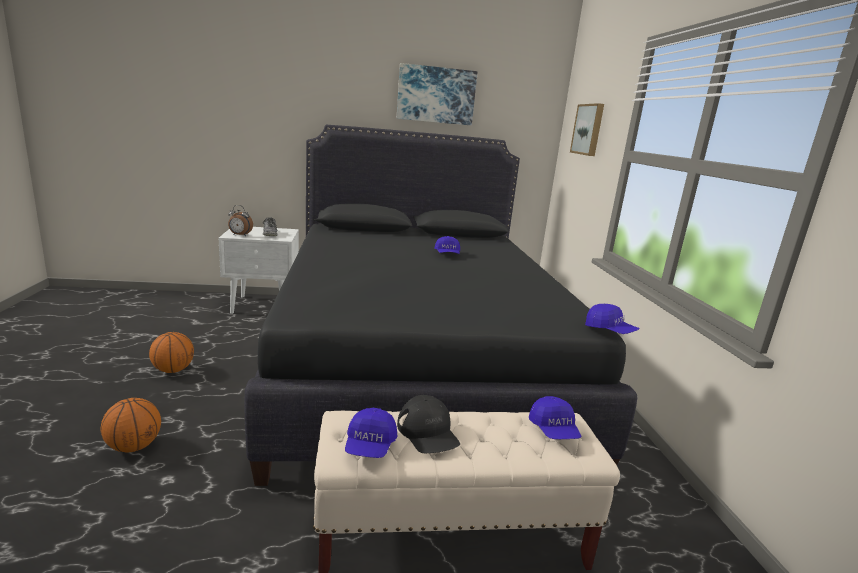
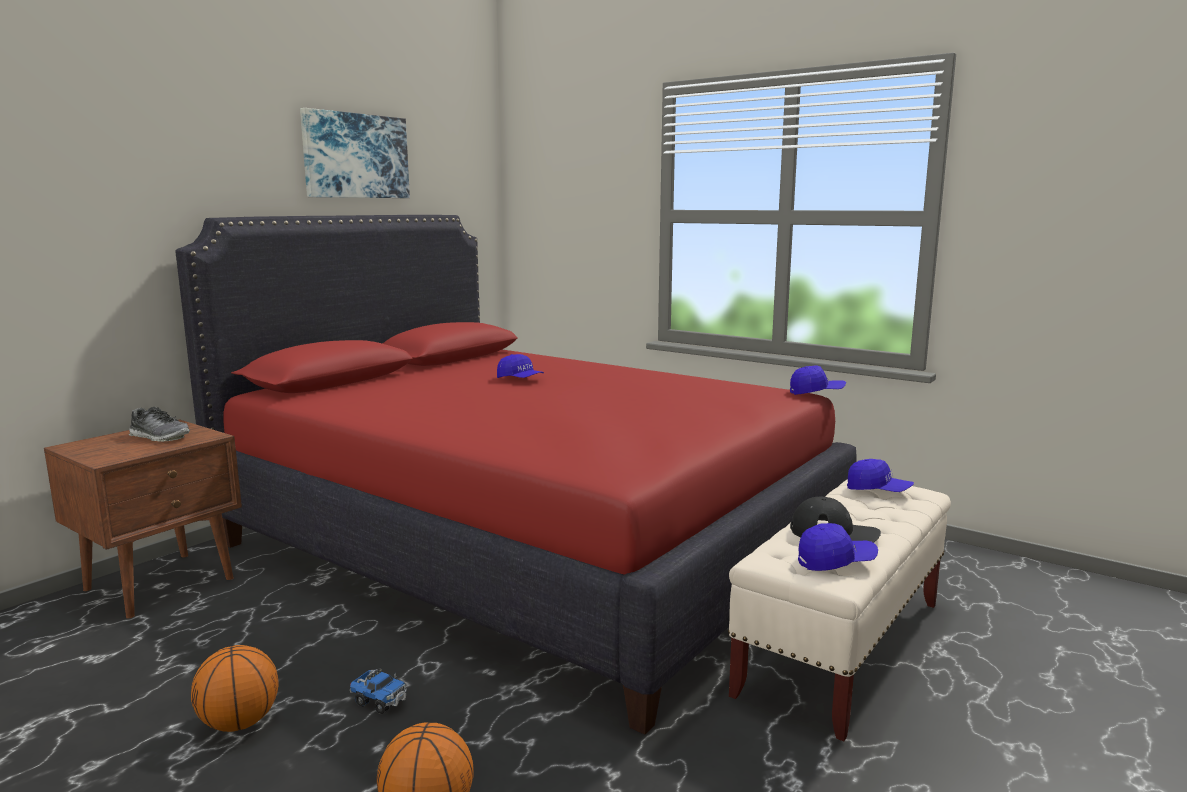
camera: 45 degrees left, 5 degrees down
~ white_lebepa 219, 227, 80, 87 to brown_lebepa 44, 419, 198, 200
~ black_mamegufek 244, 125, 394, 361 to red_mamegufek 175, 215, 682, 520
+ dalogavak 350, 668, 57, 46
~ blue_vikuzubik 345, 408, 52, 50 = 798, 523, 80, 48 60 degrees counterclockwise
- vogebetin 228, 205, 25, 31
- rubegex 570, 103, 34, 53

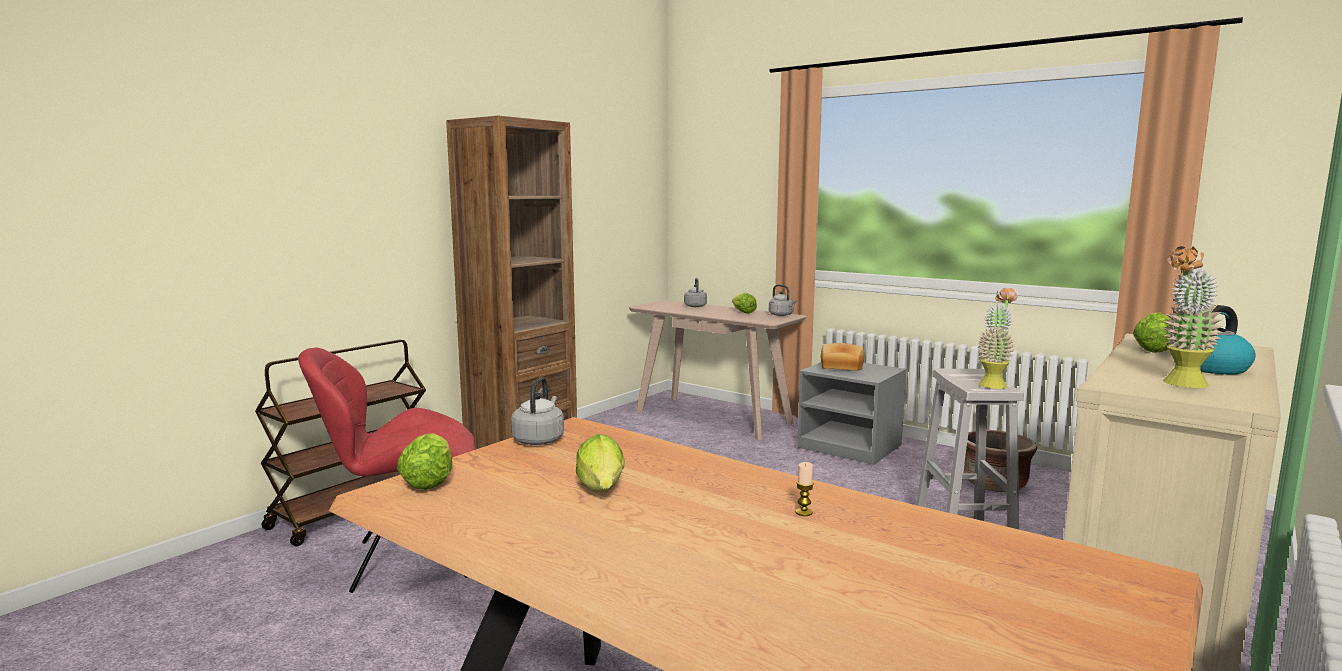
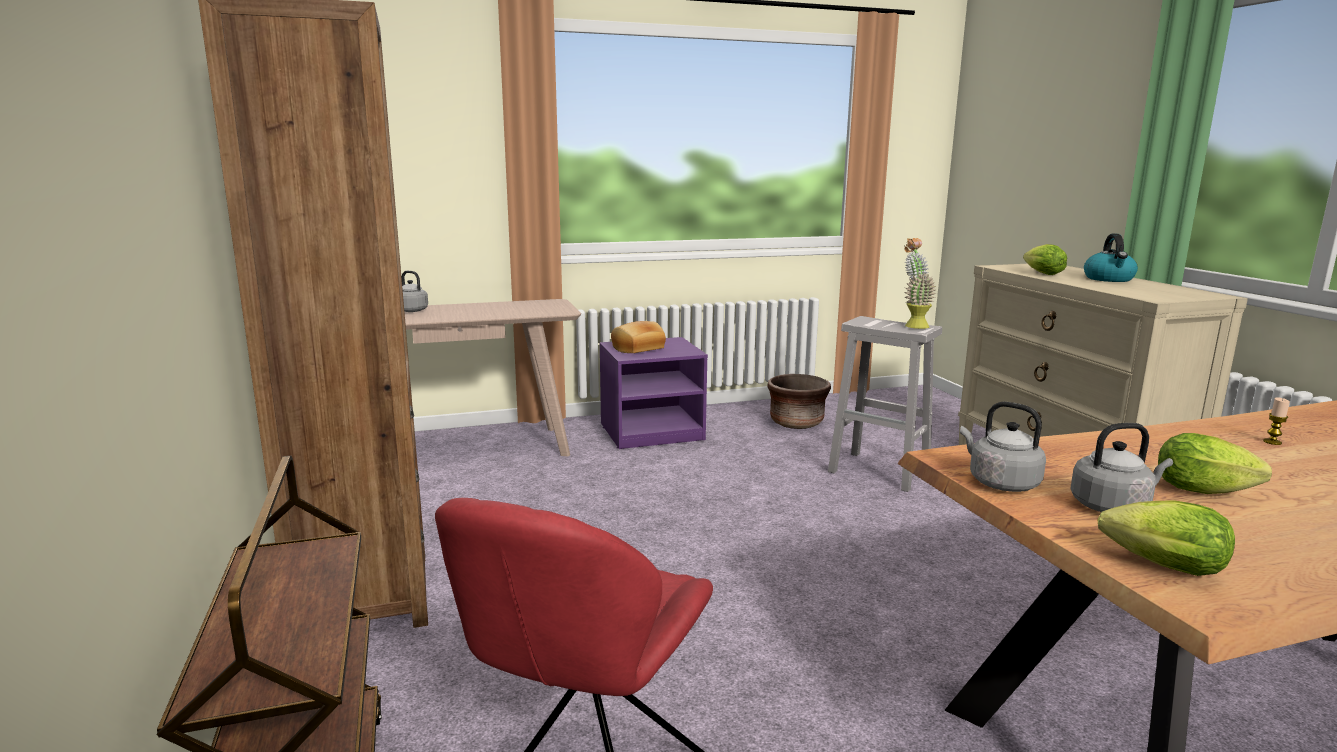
camera: 55 degrees left, 5 degrees up
~ grey_lebepa 797, 362, 109, 103 to purple_lebepa 599, 337, 109, 112
~ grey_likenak 769, 284, 28, 32 to 1070, 423, 103, 89
- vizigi 732, 292, 25, 22
- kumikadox 1162, 246, 61, 142

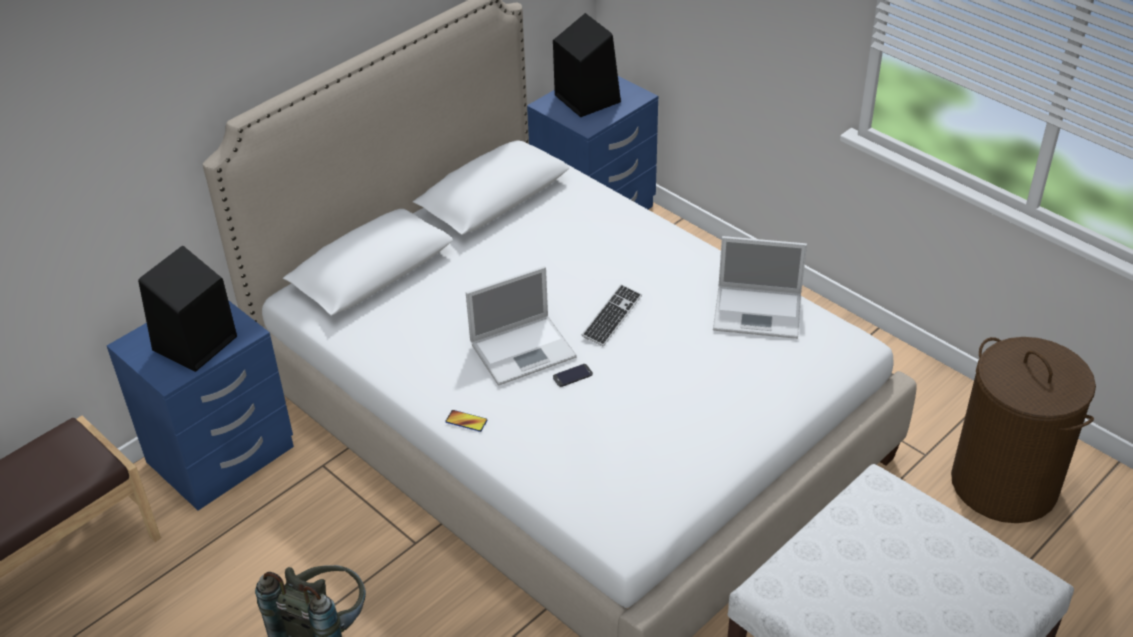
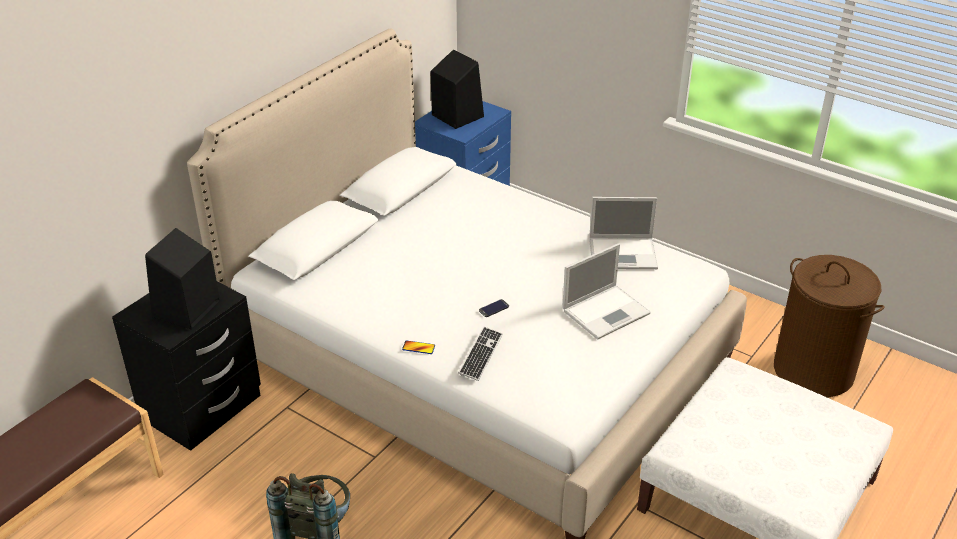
camera: 10 degrees left, 5 degrees down
~ blue_lebepa 107, 300, 187, 211 to black_lebepa 112, 282, 149, 169
~ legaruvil 581, 284, 61, 63 to 458, 326, 45, 55
~ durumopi 466, 266, 111, 120 to 562, 243, 89, 97

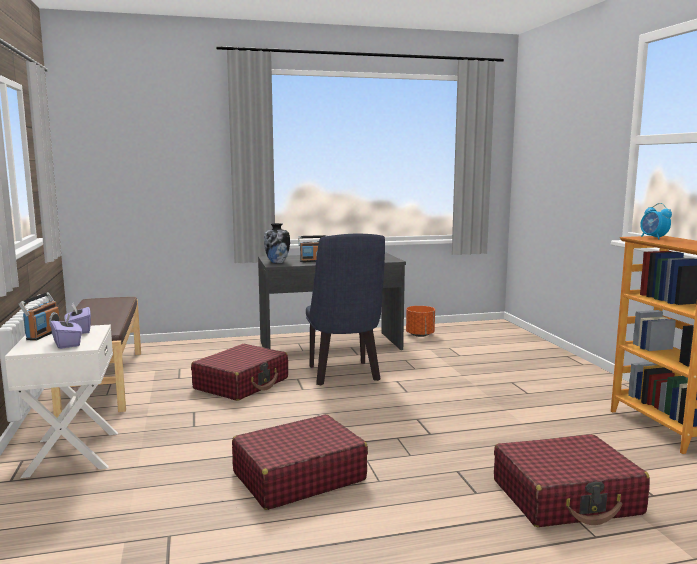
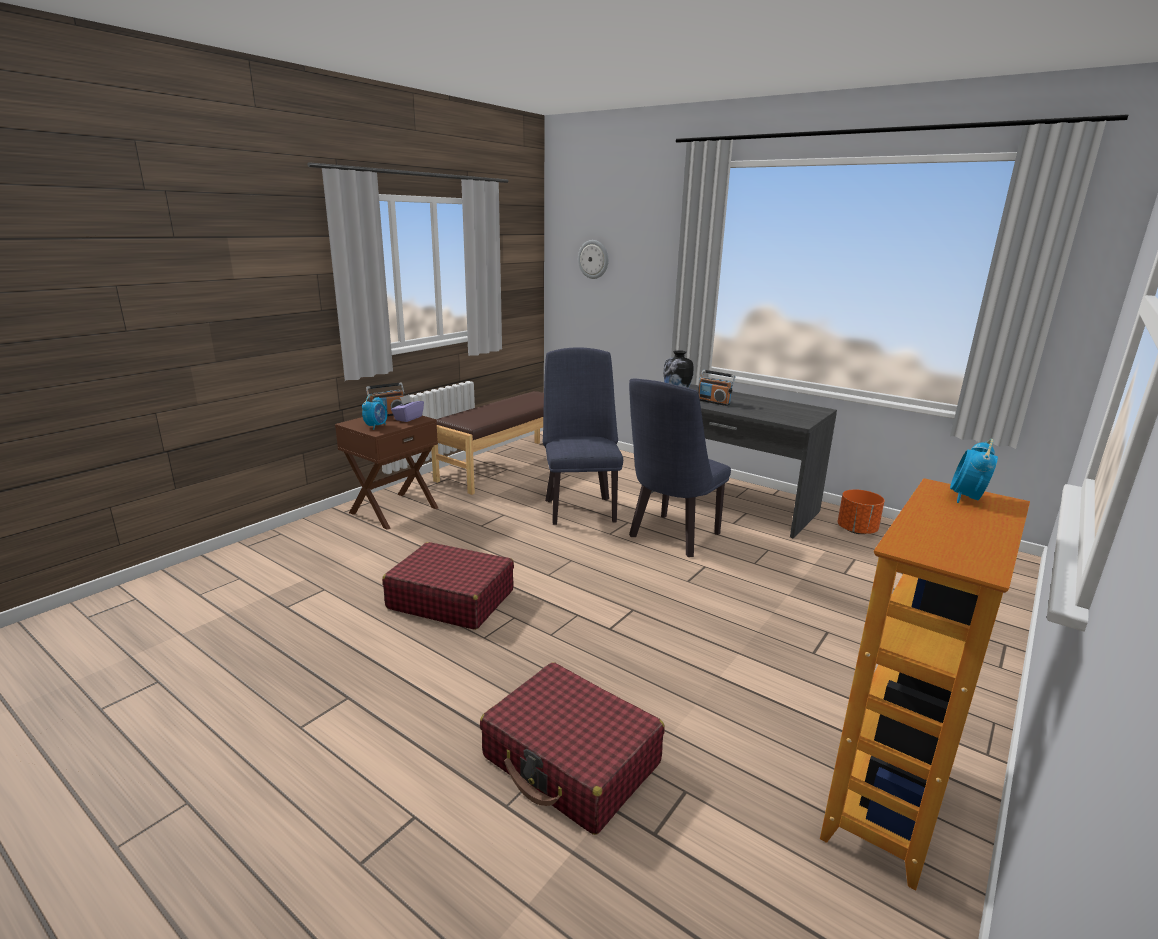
camera: 50 degrees right, 10 degrees up
~ white_lebepa 5, 325, 113, 153 to brown_lebepa 335, 415, 103, 115
~ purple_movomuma 50, 313, 32, 36 to vogebetin 362, 395, 25, 35
~ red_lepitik 191, 344, 97, 57 to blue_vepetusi 543, 347, 80, 178
+ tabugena 578, 240, 30, 39

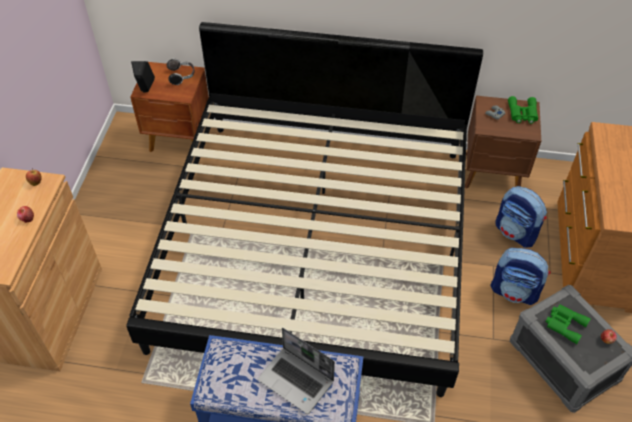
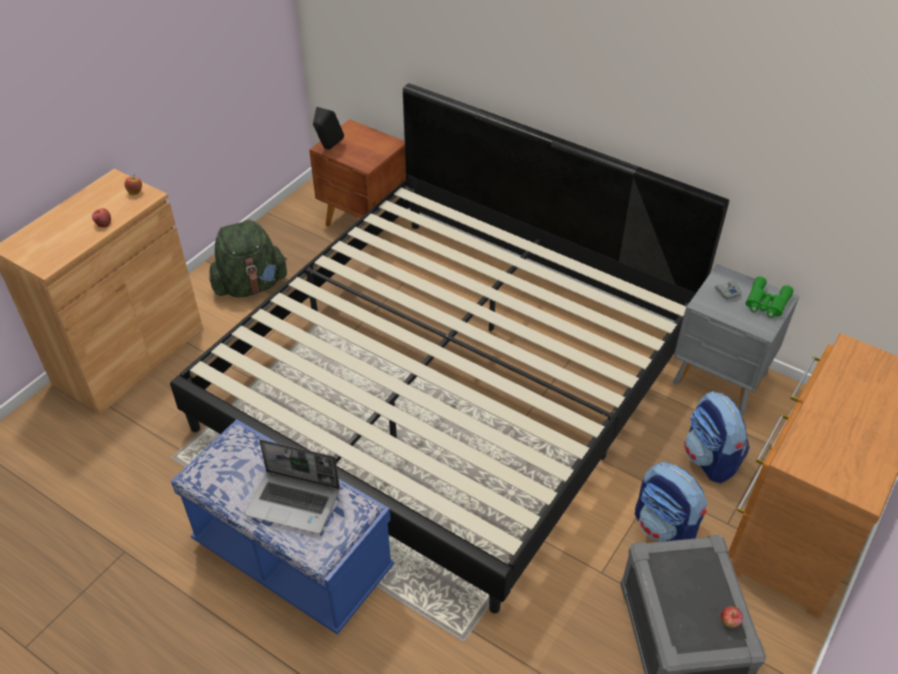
camera: 25 degrees right, 5 degrees down
+ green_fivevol 209, 219, 78, 79
~ durumopi 258, 328, 77, 86 = 245, 439, 95, 95 45 degrees counterclockwise
~ brown_lebepa 465, 96, 76, 93 to grey_lebepa 673, 264, 126, 151
- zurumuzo 167, 58, 28, 27
- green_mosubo 545, 304, 45, 40

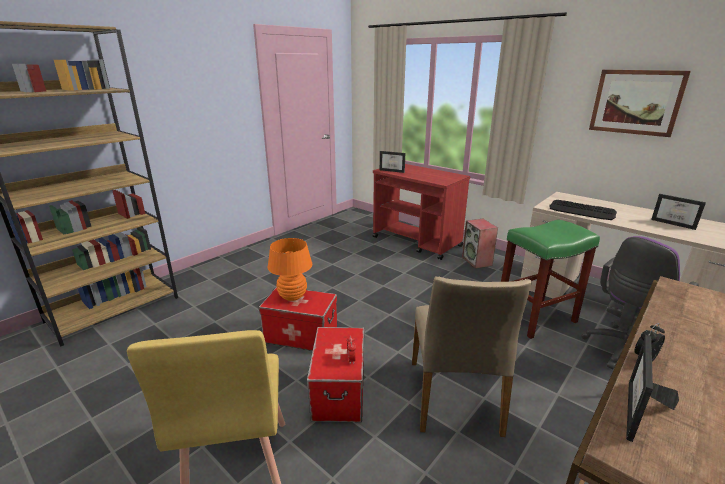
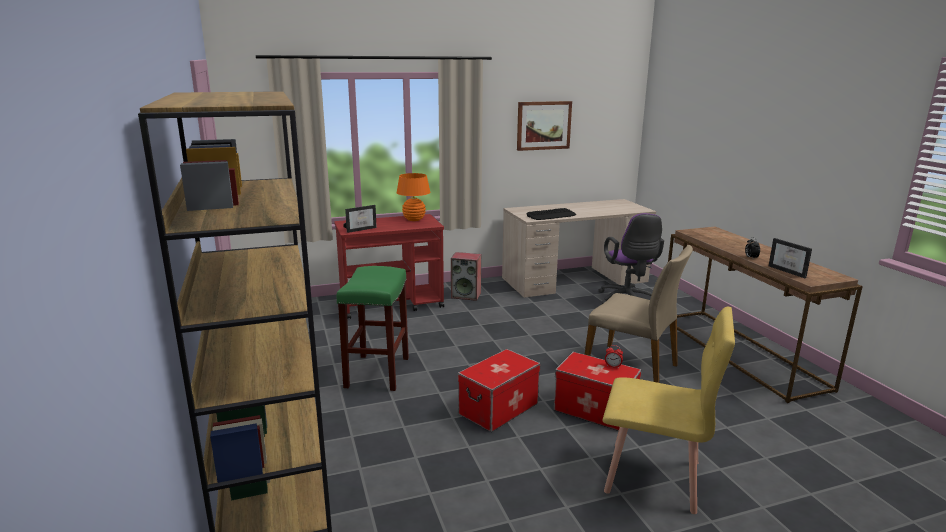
camera: 60 degrees left, 5 degrees down
~ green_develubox 501, 220, 99, 119 to 337, 266, 72, 125
~ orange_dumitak 268, 238, 44, 63 to 396, 173, 35, 48
- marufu 651, 194, 55, 36

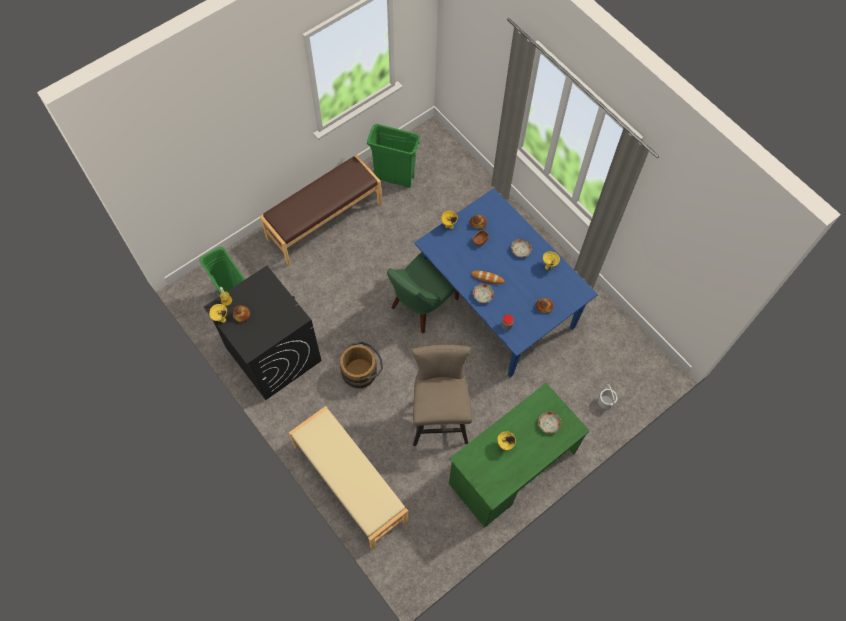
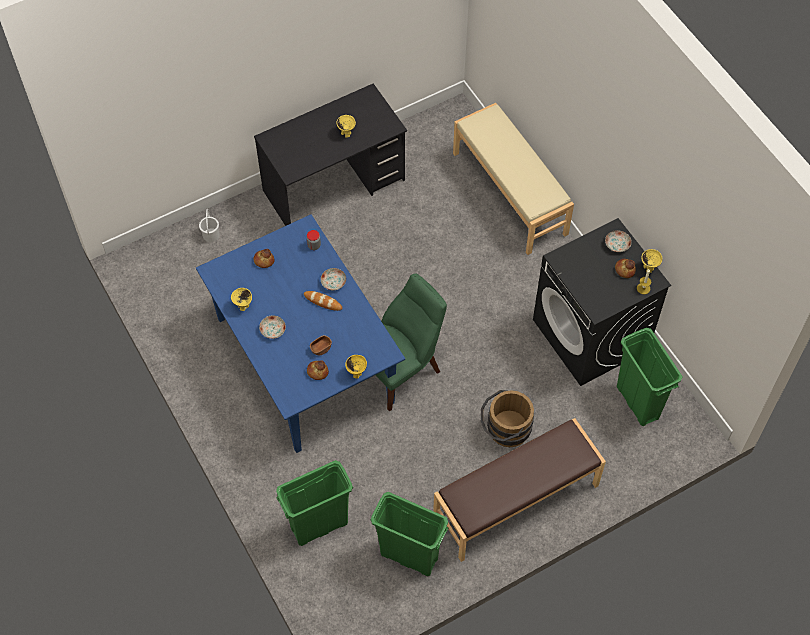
camera: 170 degrees left, 5 degrees down
~ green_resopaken 449, 383, 141, 145 to black_resopaken 254, 83, 153, 143
+ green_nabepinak 276, 460, 78, 86
~ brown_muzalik 340, 342, 43, 47 to 481, 390, 53, 57
~ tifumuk 538, 412, 23, 21 to 605, 230, 27, 22
- beige_develubox 411, 345, 61, 101

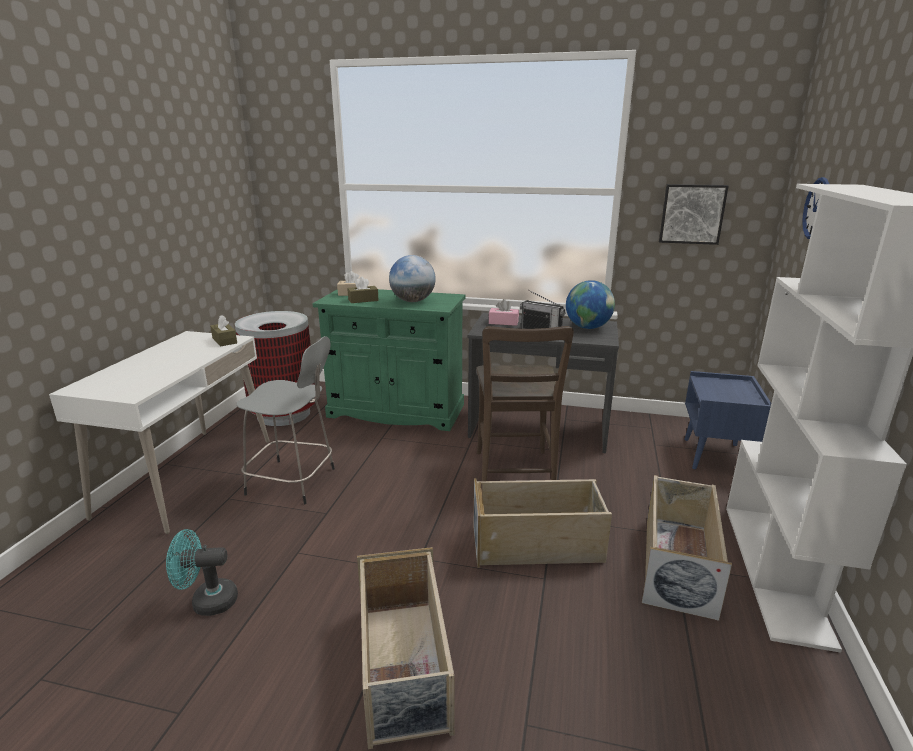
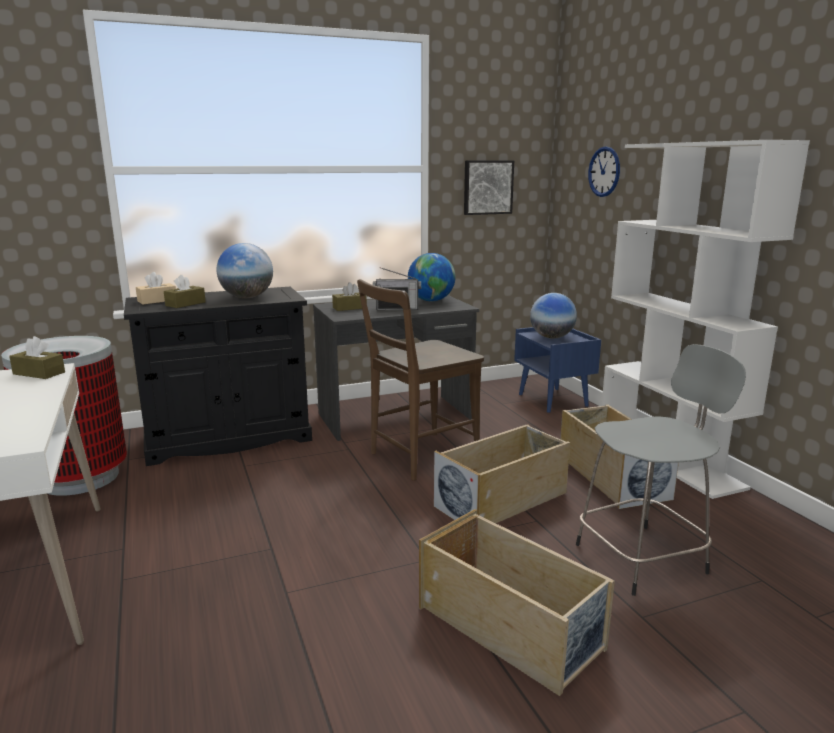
camera: 35 degrees left, 5 degrees down
~ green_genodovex 312, 289, 153, 142 to black_genodovex 124, 287, 188, 179
~ pink_movomuma 489, 299, 30, 27 to brown_movomuma 332, 282, 35, 29
~ brown_vepetusi 476, 326, 98, 155 = 357, 279, 127, 202 90 degrees clockwise
+ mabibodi 530, 293, 47, 46
~ grey_develubox 236, 336, 99, 168 to 576, 344, 170, 252
- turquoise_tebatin 166, 529, 72, 87

